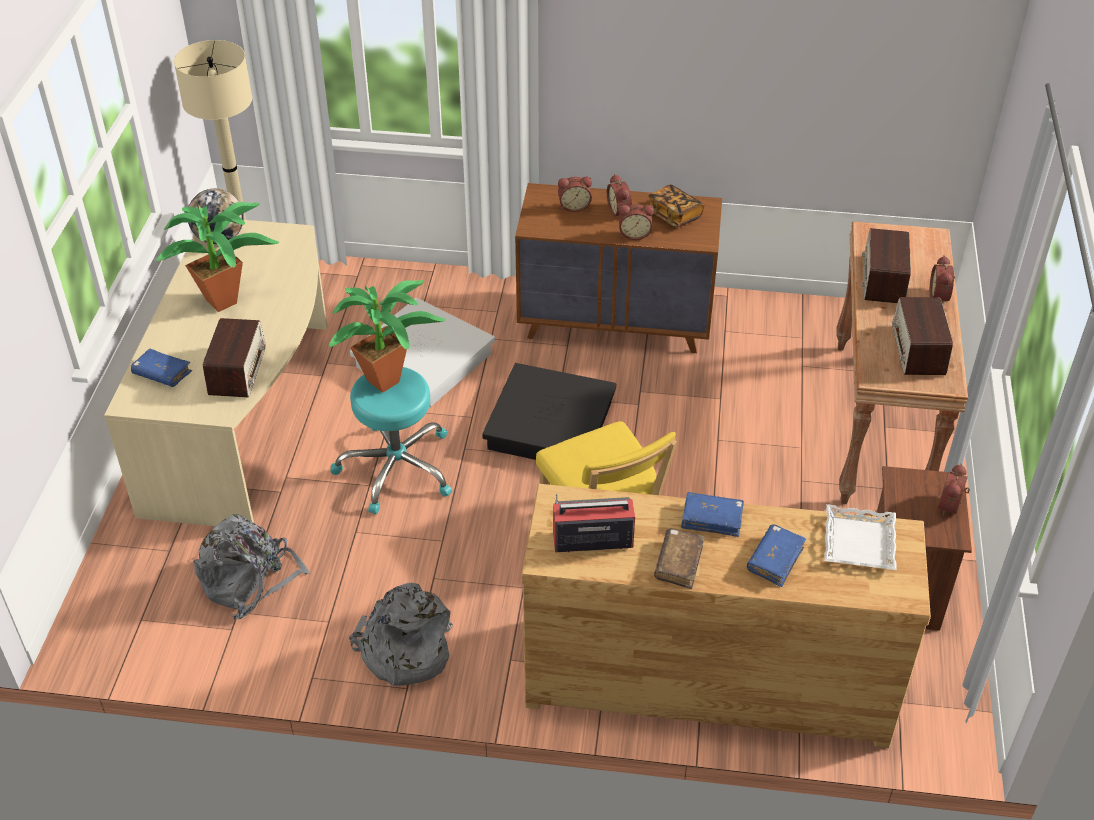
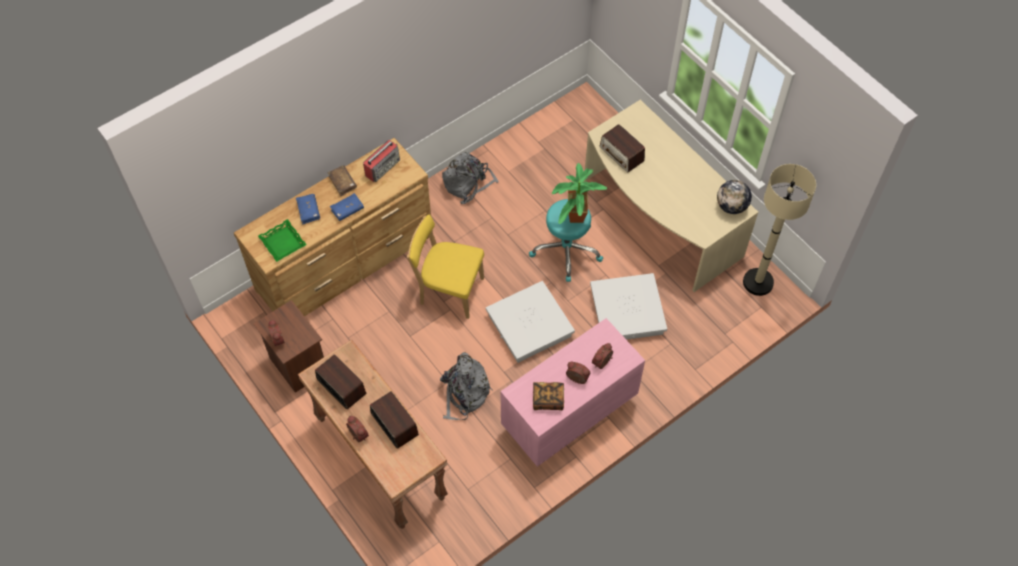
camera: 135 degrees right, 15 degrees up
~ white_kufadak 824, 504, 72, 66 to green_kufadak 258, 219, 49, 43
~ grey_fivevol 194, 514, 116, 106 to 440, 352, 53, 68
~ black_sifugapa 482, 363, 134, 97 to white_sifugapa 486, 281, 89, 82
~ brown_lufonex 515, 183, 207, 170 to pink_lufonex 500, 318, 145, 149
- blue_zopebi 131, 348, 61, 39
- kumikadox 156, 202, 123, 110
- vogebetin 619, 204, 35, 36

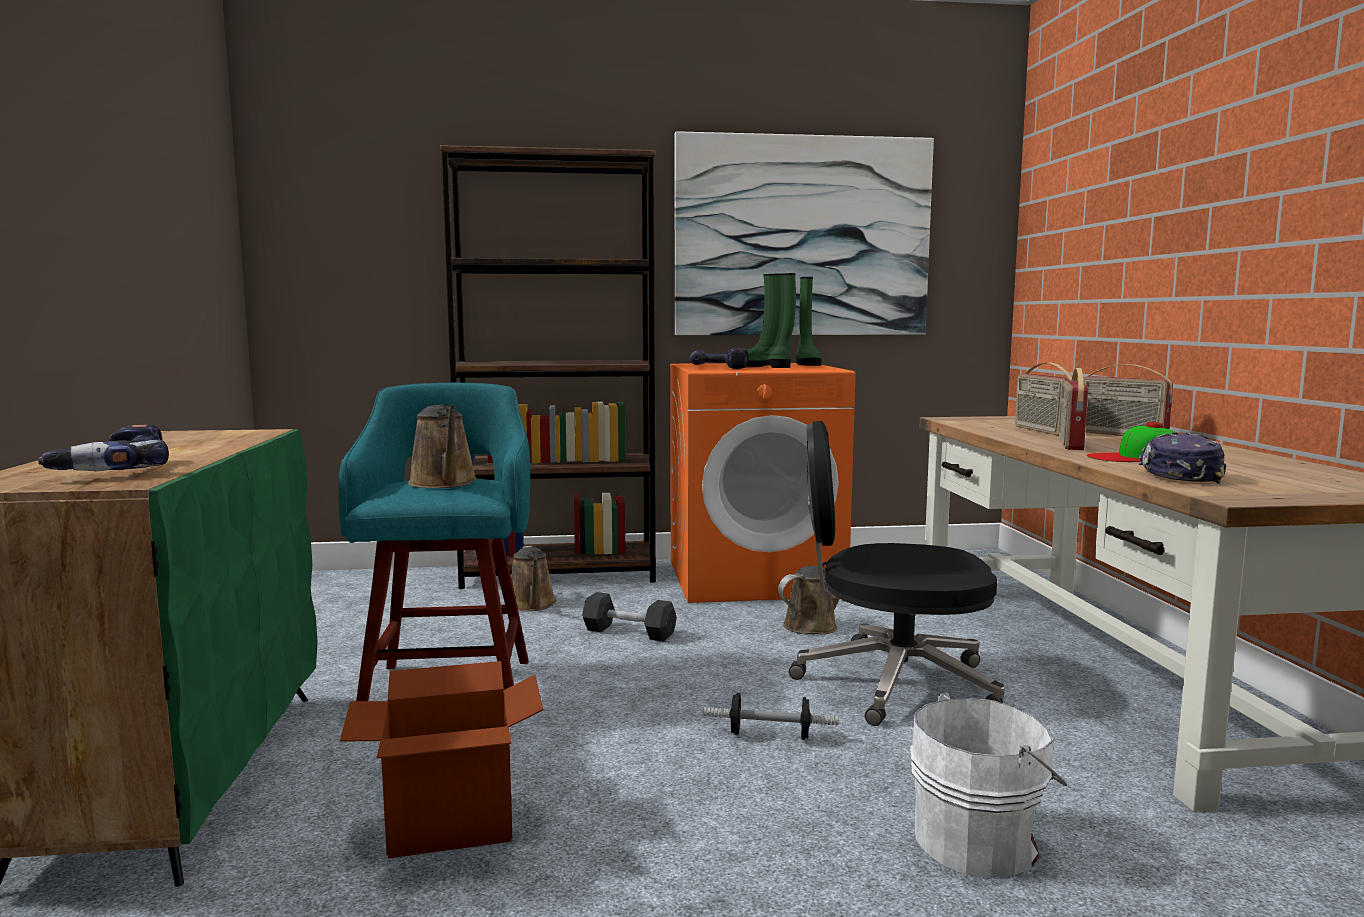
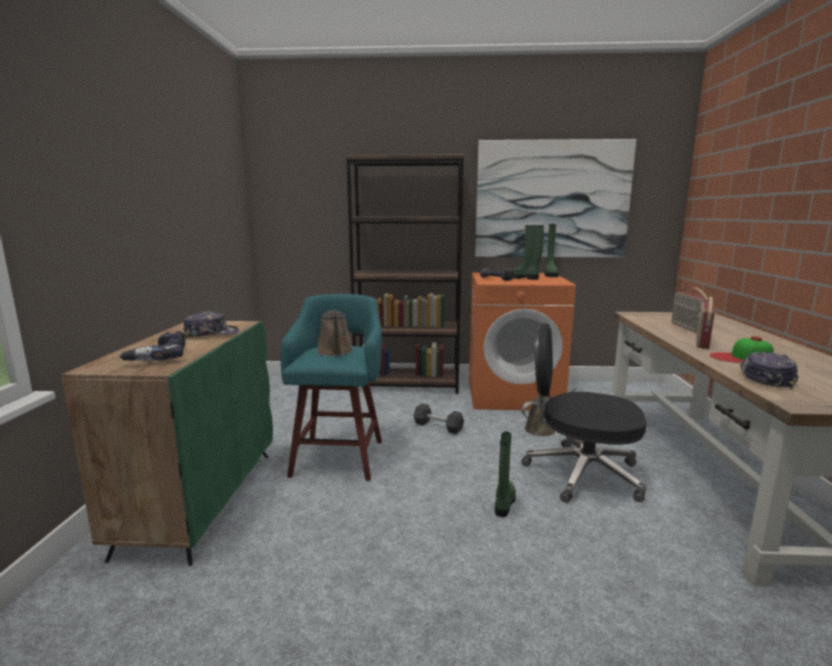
camera: 10 degrees right, 5 degrees up
+ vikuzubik 184, 311, 55, 27
~ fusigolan 704, 693, 135, 47 to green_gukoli 495, 432, 21, 85
- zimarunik 340, 661, 203, 197
- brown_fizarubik 511, 546, 45, 65
- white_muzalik 910, 692, 157, 186
- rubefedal 1083, 364, 90, 72

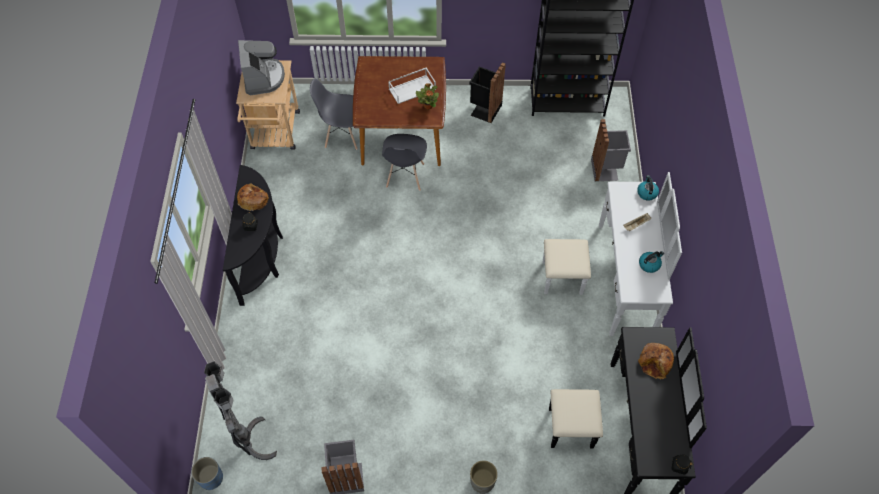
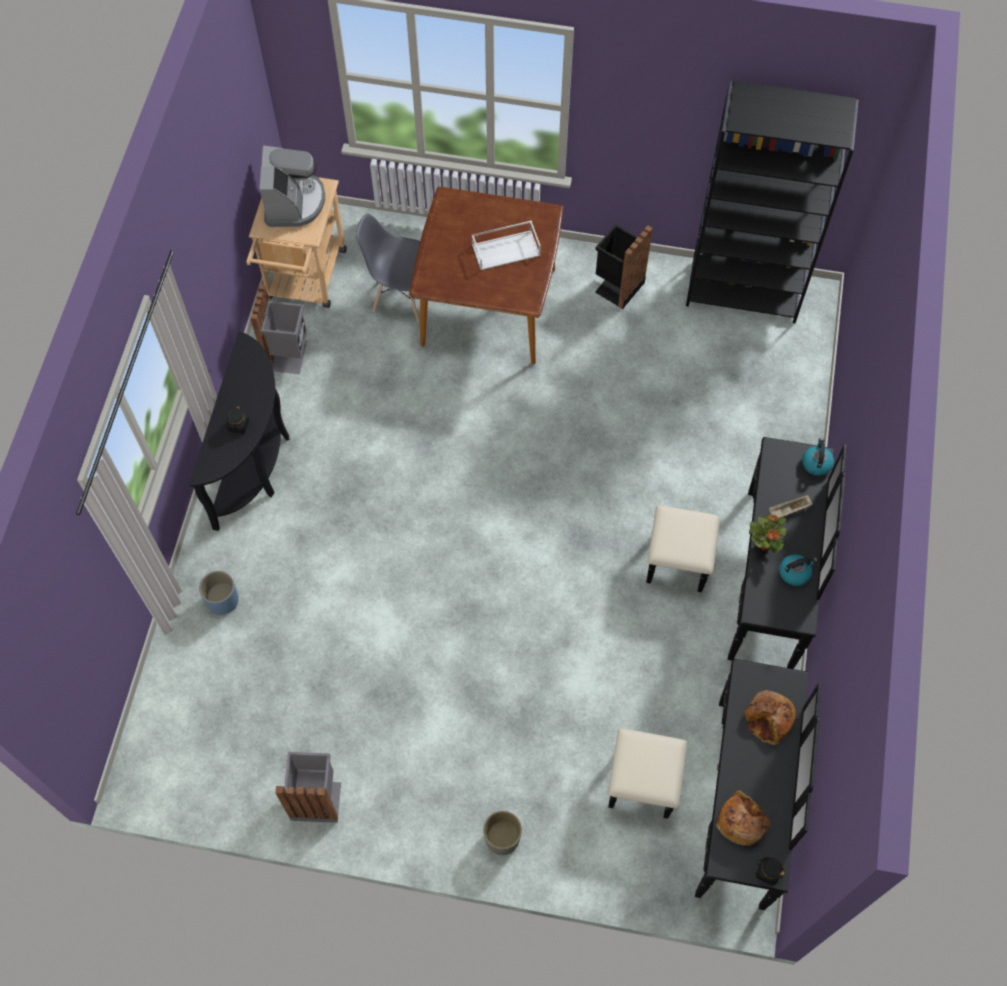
camera: 10 degrees right, 5 degrees up
~ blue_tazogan 191, 457, 32, 33 to 199, 571, 40, 44
~ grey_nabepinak 591, 119, 40, 62 to 251, 284, 56, 90
~ white_lufonex 543, 172, 139, 164 to black_lufonex 646, 437, 201, 232
~ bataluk 237, 183, 32, 28 to 716, 790, 54, 56
~ kumikadox 416, 83, 23, 27 to 750, 514, 37, 40
- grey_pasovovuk 204, 361, 73, 99
- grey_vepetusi 382, 134, 45, 57

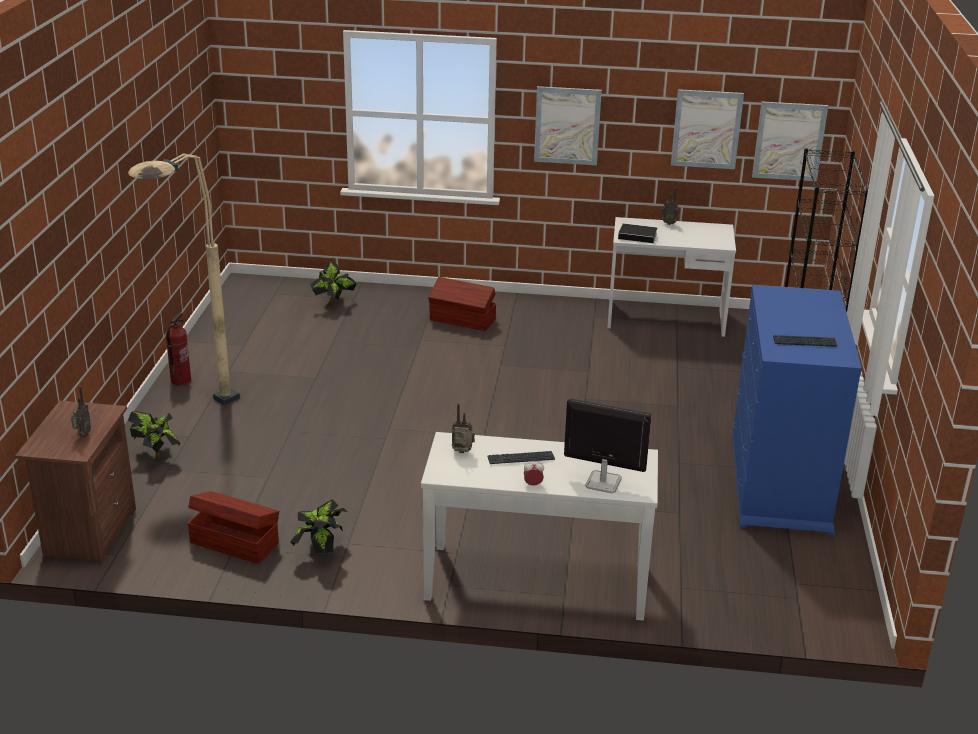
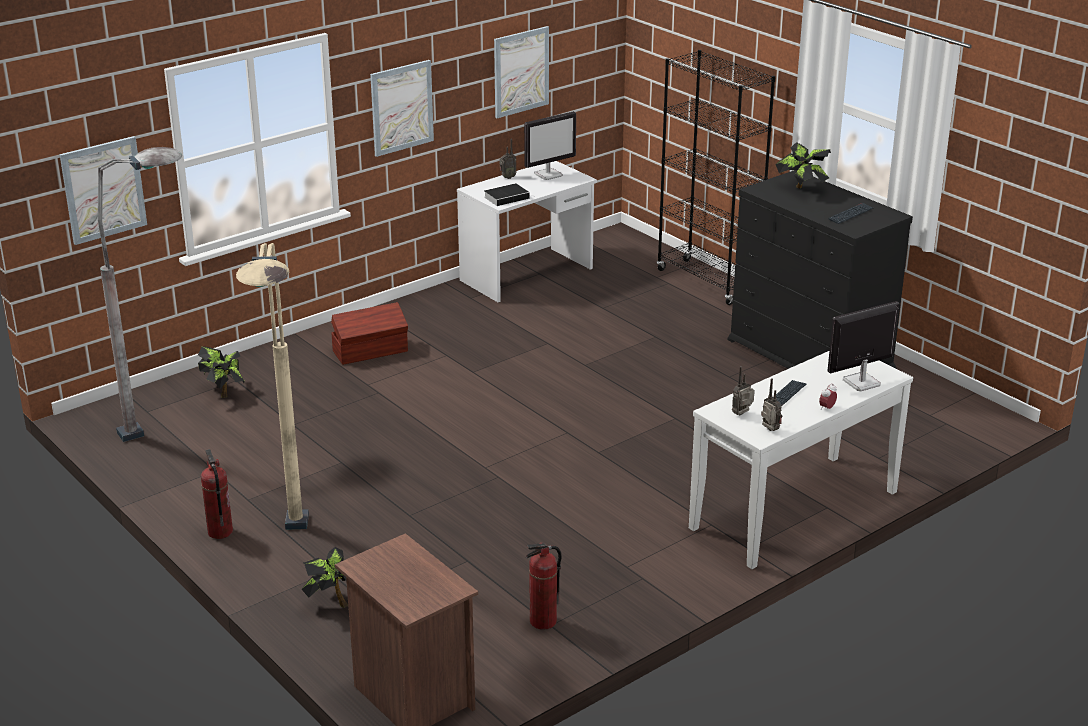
camera: 45 degrees left, 0 degrees up
~ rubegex 752, 101, 76, 80 to 60, 136, 87, 109
+ grey_pasovovuk 98, 147, 84, 295
+ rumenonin 524, 111, 52, 69
~ brown_sifugapa 188, 491, 91, 73 to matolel 526, 543, 36, 87
~ blue_lufonex 732, 285, 130, 250 to black_lufonex 728, 170, 185, 199
~ rubefedal 71, 386, 20, 51 to 761, 378, 21, 53
~ kumikadox 290, 499, 58, 54 to 775, 142, 56, 46

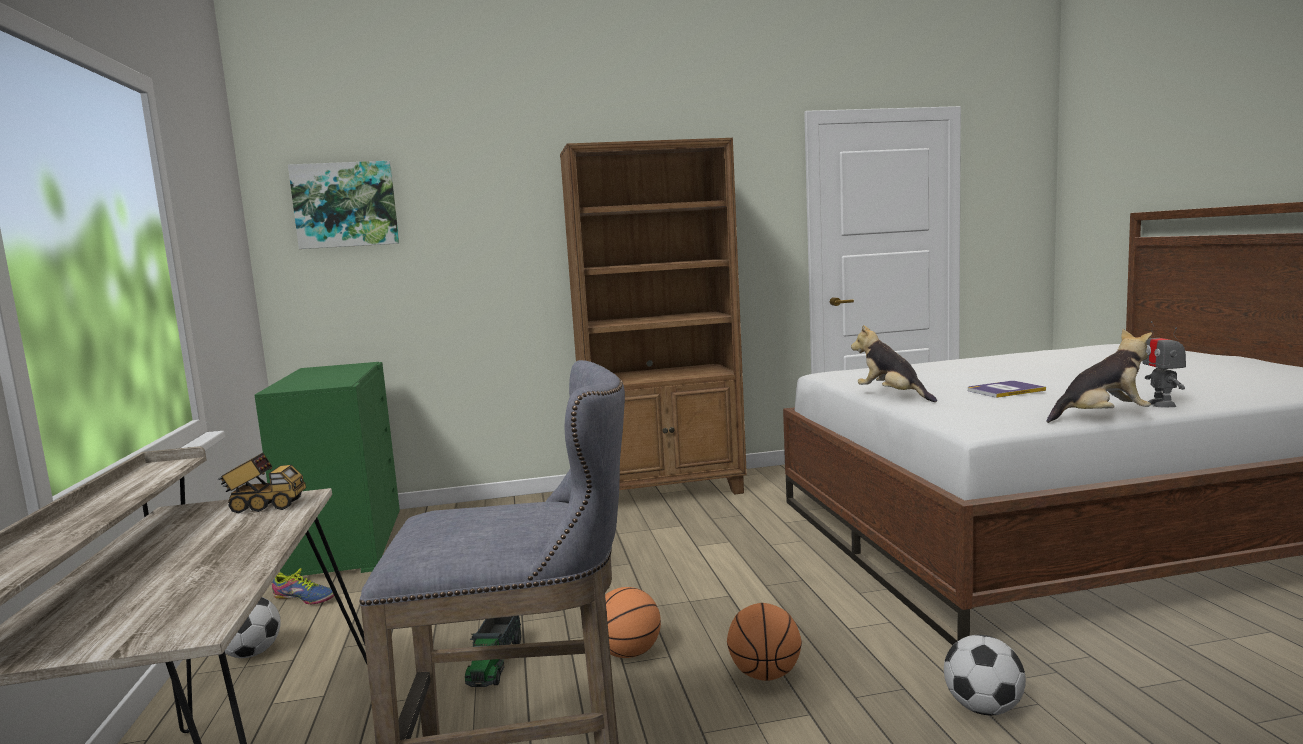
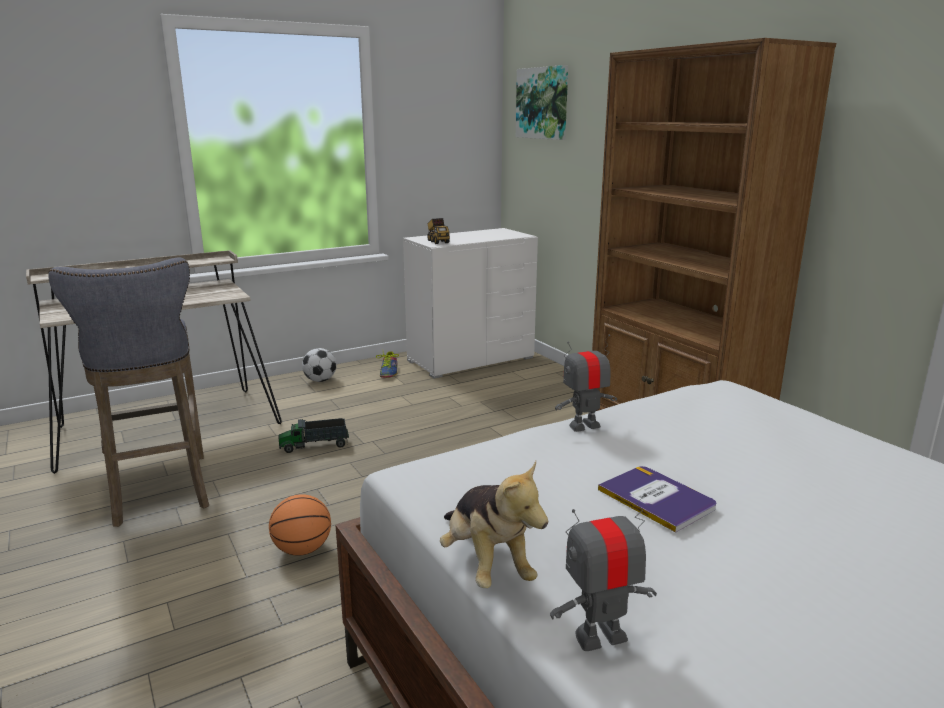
camera: 70 degrees right, 10 degrees up
~ green_lufonex 255, 362, 145, 214 to white_lufonex 403, 228, 135, 151
~ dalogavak 218, 453, 88, 60 to 427, 218, 23, 26
~ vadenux 851, 325, 86, 77 to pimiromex 555, 334, 62, 98
- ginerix 605, 587, 56, 71
- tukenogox 944, 635, 82, 80

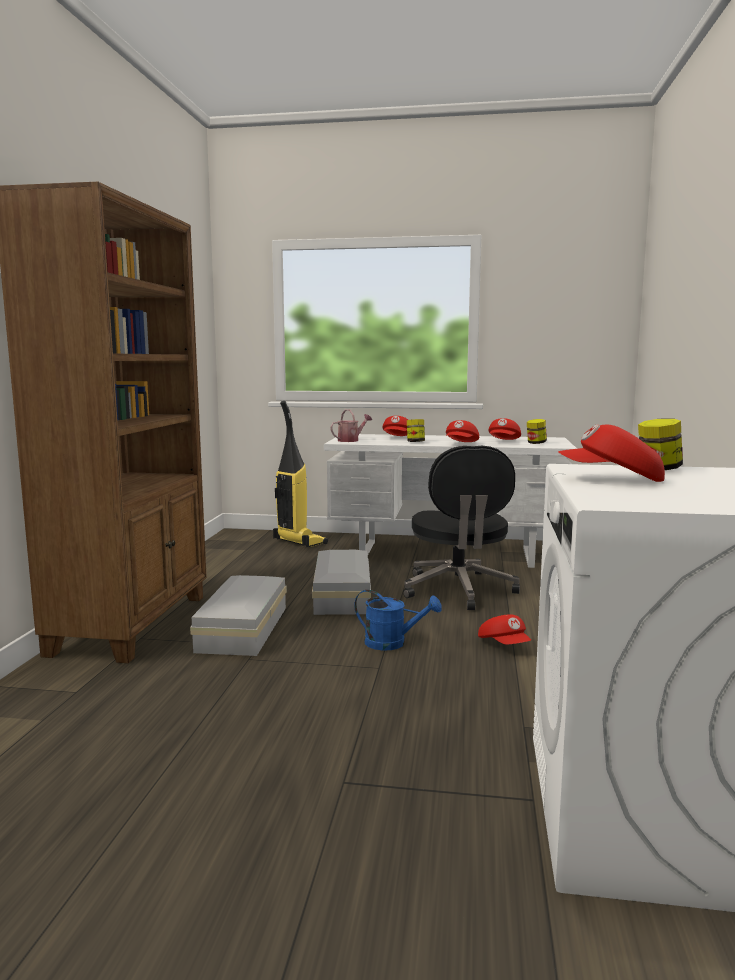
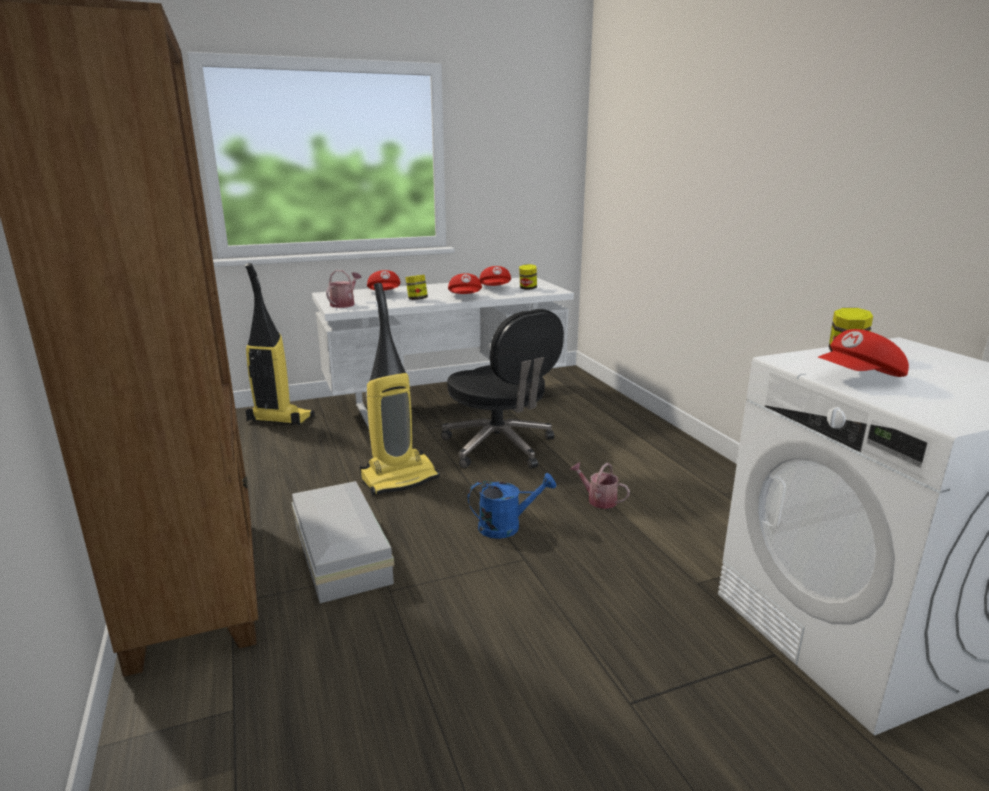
camera: 30 degrees left, 10 degrees up
~ white_sifugapa 312, 550, 59, 65 to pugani 360, 283, 80, 212
~ red_vikuzubik 478, 614, 53, 30 to fizarubik 570, 462, 60, 47

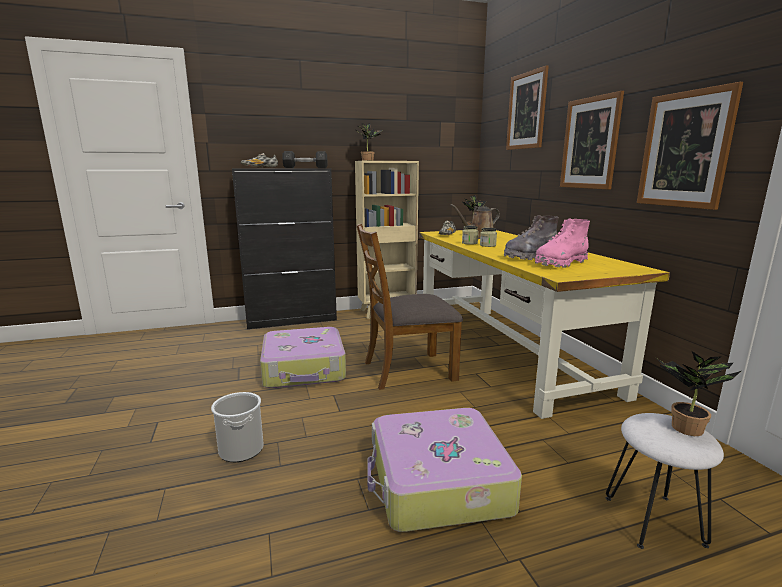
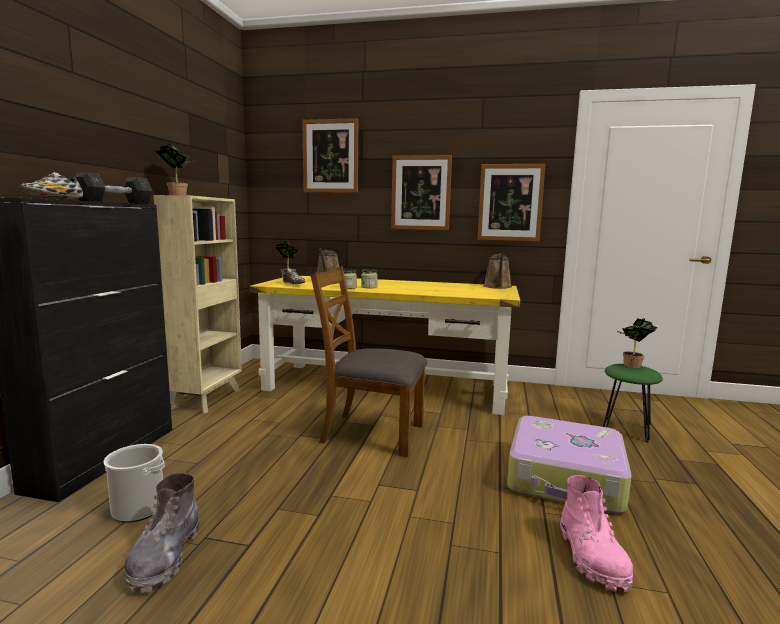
camera: 60 degrees left, 5 degrees down
~ muzalik 211, 392, 53, 70 to 104, 444, 61, 79
~ grey_gukoli 504, 215, 55, 45 to 124, 473, 76, 120
~ brown_vepetusi 356, 224, 107, 166 = 310, 266, 117, 191 90 degrees clockwise
+ brown_fizarubik 483, 253, 29, 36
~ pink_gukoli 535, 218, 55, 50 to 560, 475, 73, 117
~ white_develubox 606, 413, 118, 136 to green_develubox 603, 364, 60, 78
- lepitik 260, 327, 86, 61

